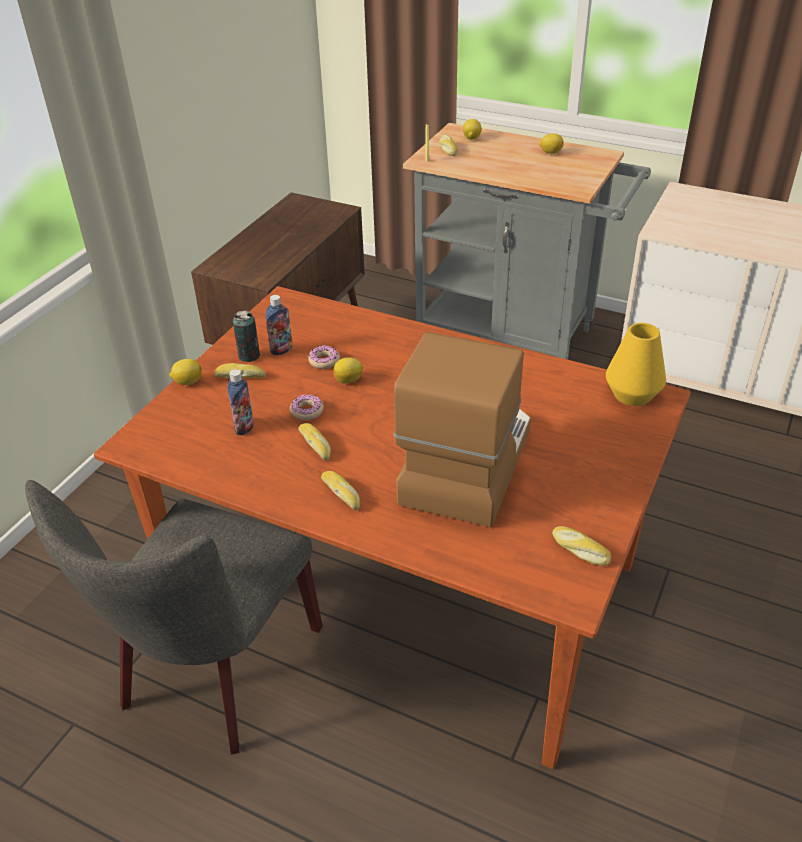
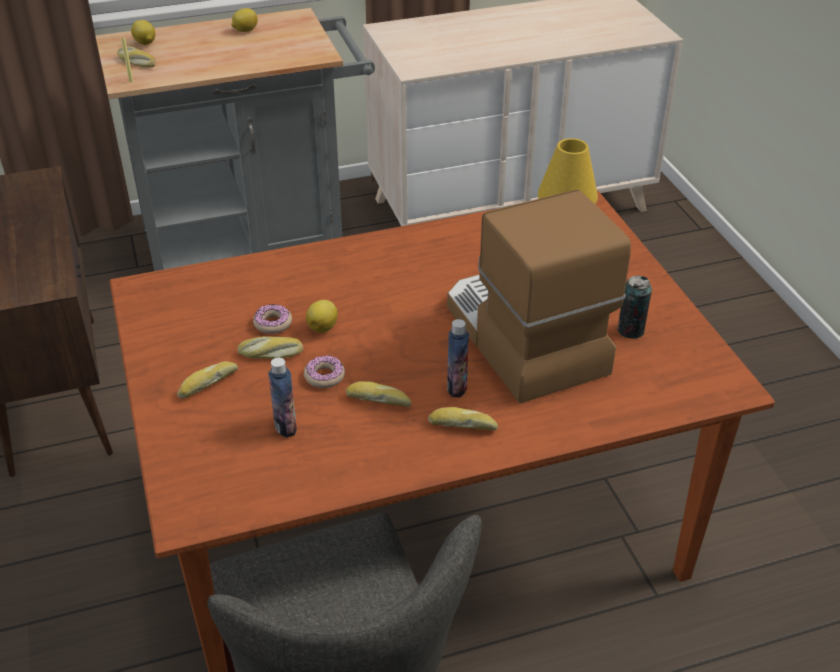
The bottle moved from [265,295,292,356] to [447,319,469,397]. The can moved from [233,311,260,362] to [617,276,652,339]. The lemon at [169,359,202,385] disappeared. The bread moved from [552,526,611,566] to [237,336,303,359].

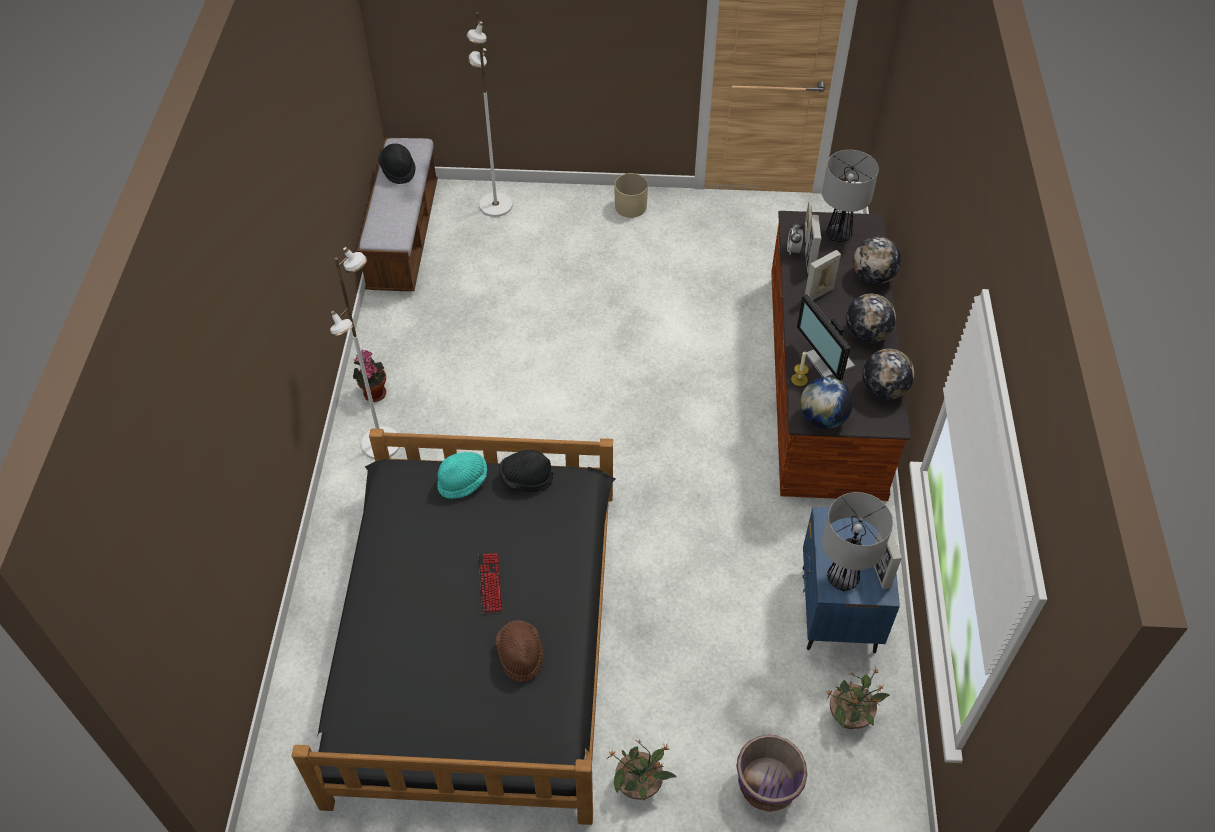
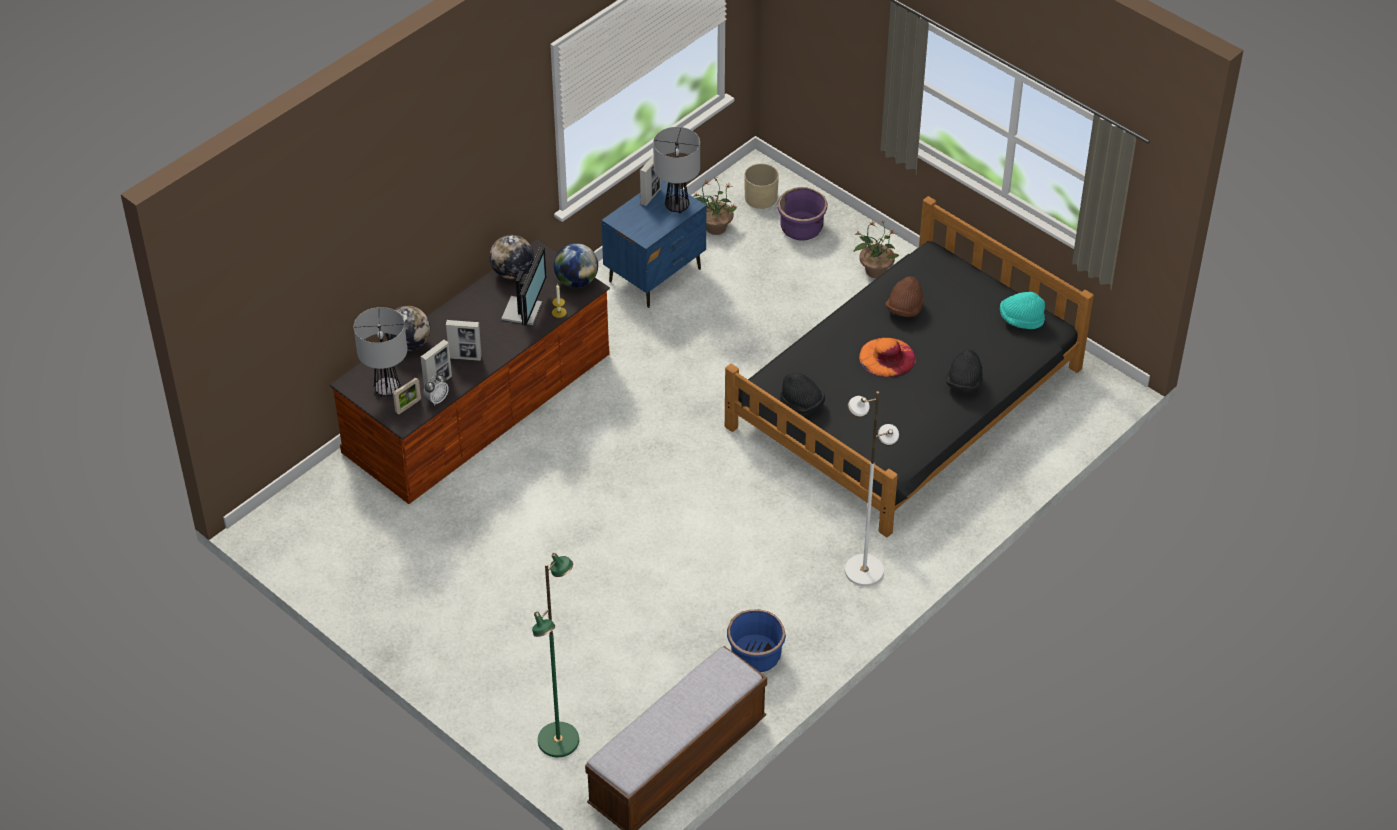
The white floor lamp at [466,12,513,217] became the green floor lamp at [532,552,579,757]. The black hat moved from [378,143,416,184] to [946,350,983,392]. The beige planter moved from [615,173,648,218] to [744,164,779,209]. The globe at [846,294,896,343] disappeared. The potted plant at [353,350,386,402] disappeared. The turquoise hat moved from [437,452,487,499] to [1000,292,1045,329]. The keyboard at [479,553,503,613] was replaced by the orange hat at [859,338,916,377]. The blue planter at [727,609,786,672] appeared.

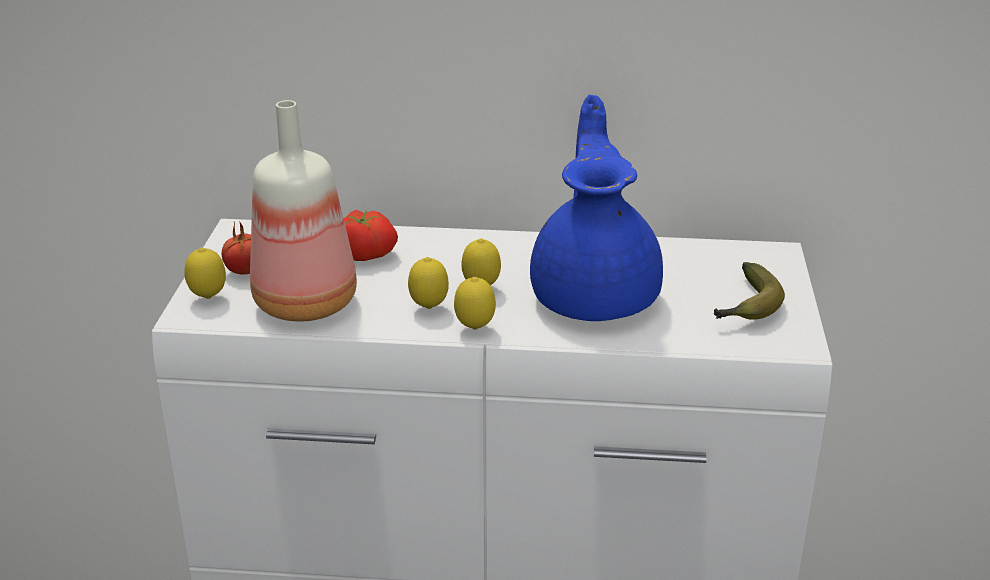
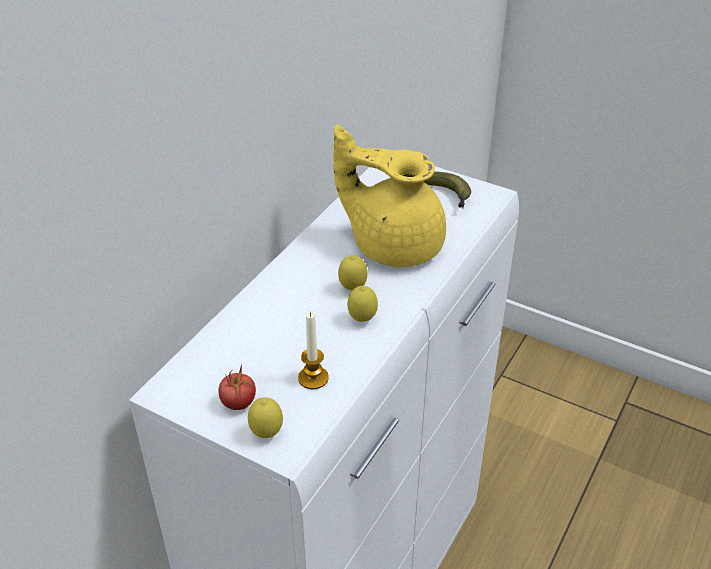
The blue teapot at [530,95,663,321] became the yellow teapot at [333,125,446,267]. The bottle at [250,100,357,321] was replaced by the candle at [298,311,329,389]. The tomato at [344,210,398,261] disappeared. The lemon at [454,277,496,330] disappeared.

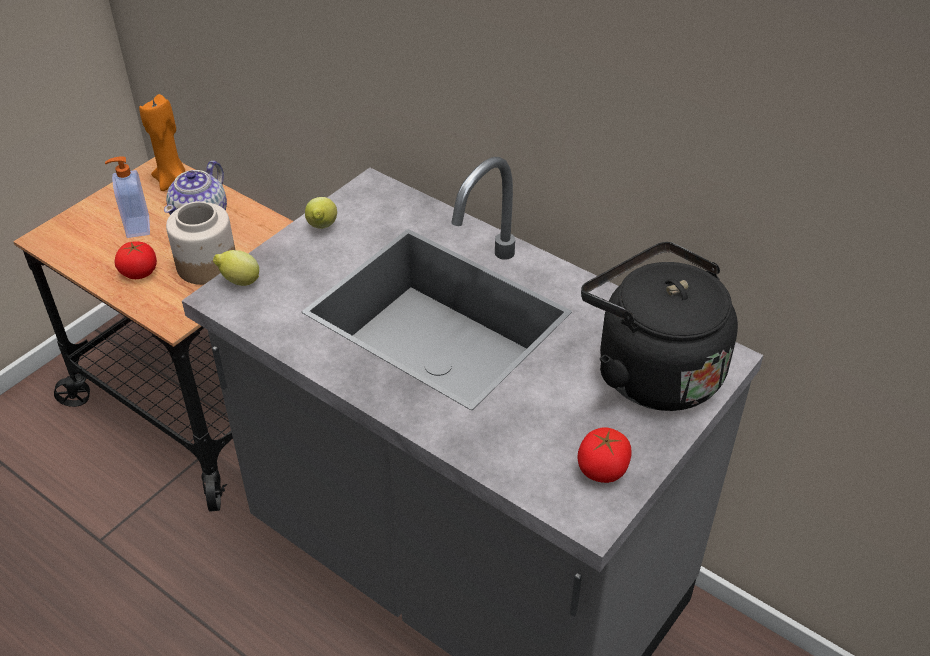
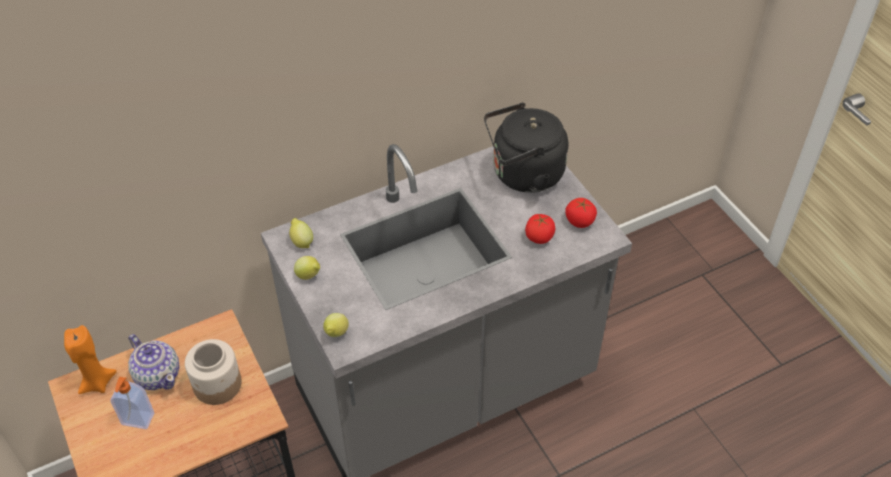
The tomato moved from [115,241,157,279] to [525,214,555,244]. The lemon at [289,218,313,248] appeared.

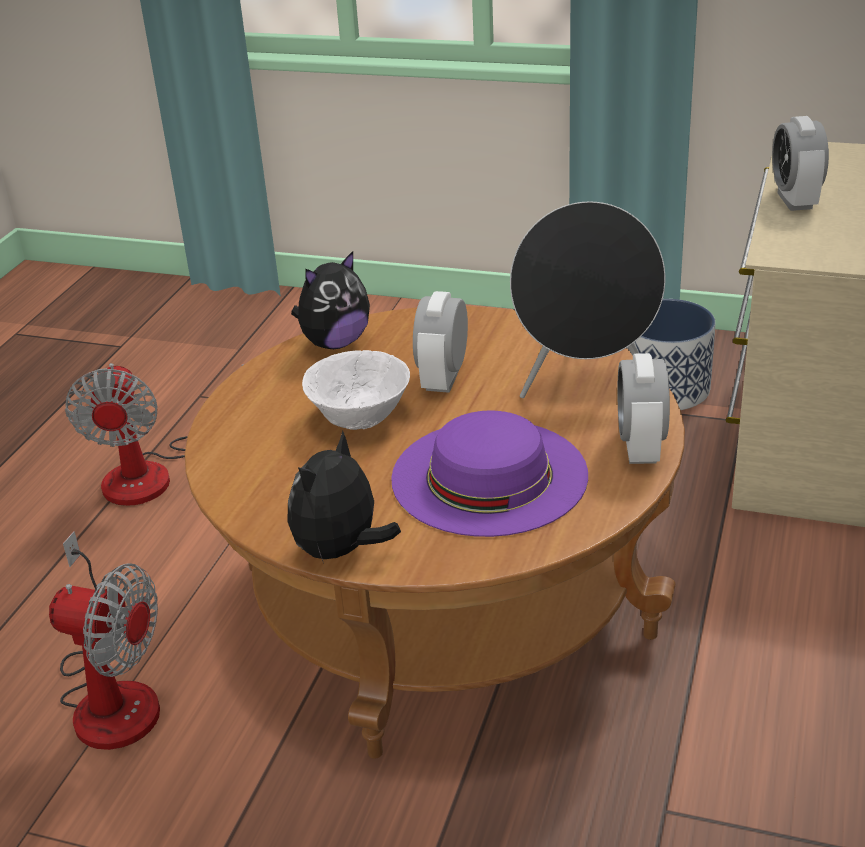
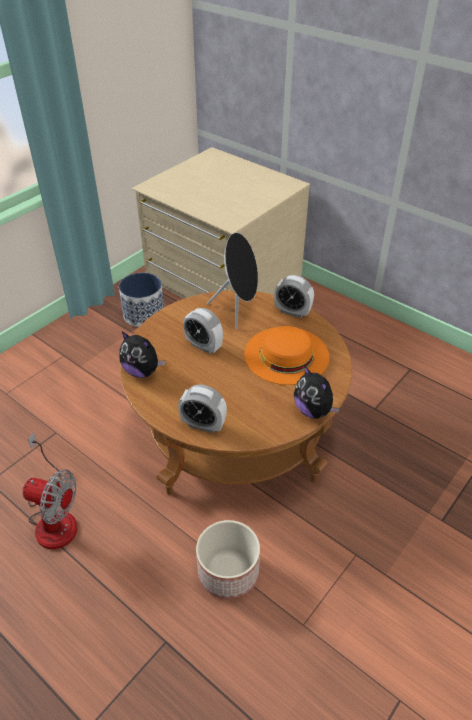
The alarm clock moved from [772,116,829,211] to [178,384,227,433]. The plush toy at [291,251,370,349] turned 135 degrees clockwise. The white bowl at [302,350,410,430] disappeared. The purple hat at [391,411,588,537] became the orange hat at [244,326,329,385]. The fan at [49,531,160,750] was replaced by the planter at [196,520,260,599].

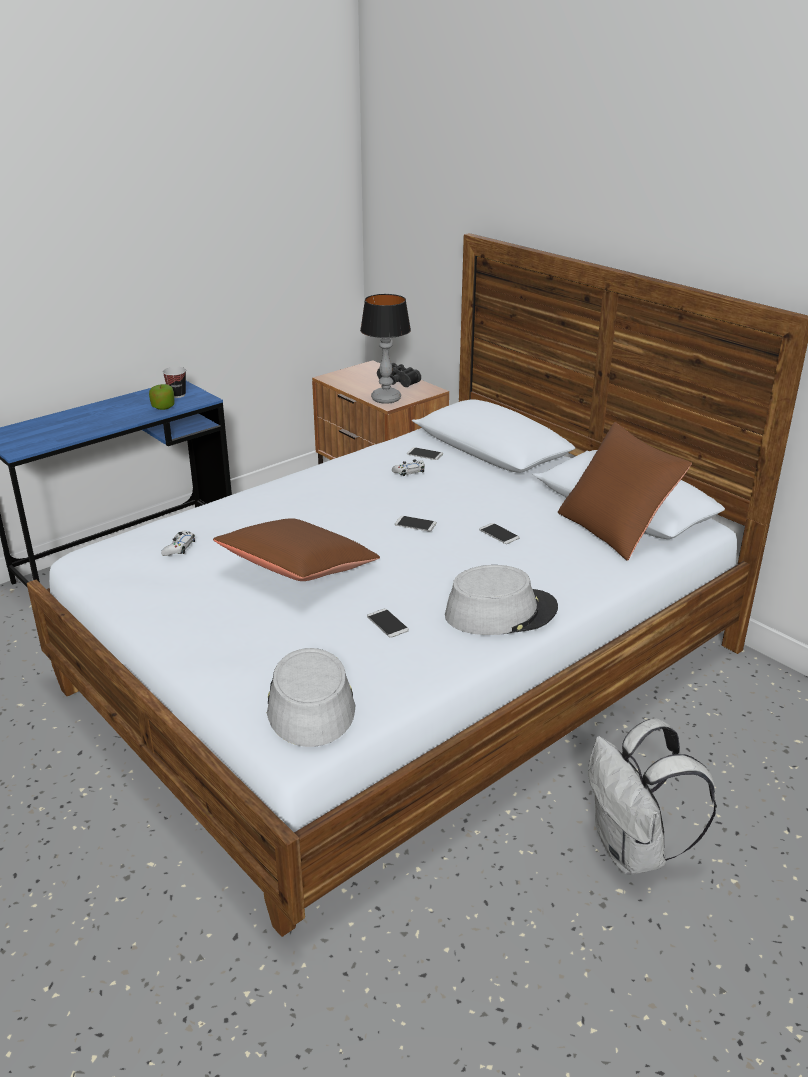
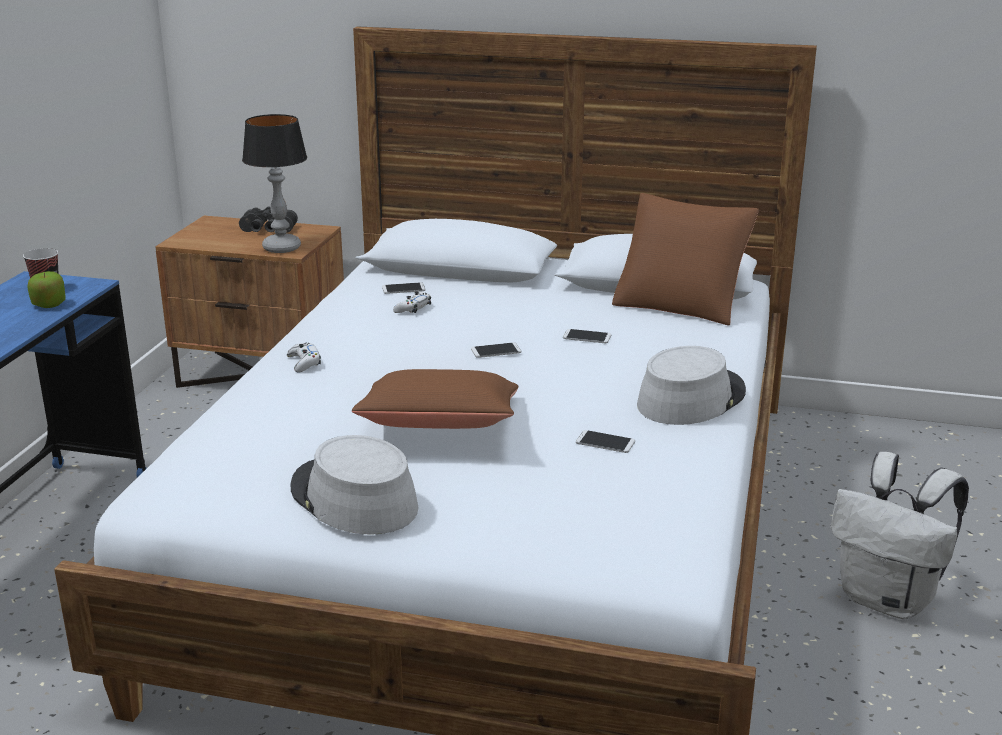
The white game controller moved from [161,531,195,556] to [287,343,321,372]. The grey hat moved from [267,648,356,747] to [291,435,419,535].

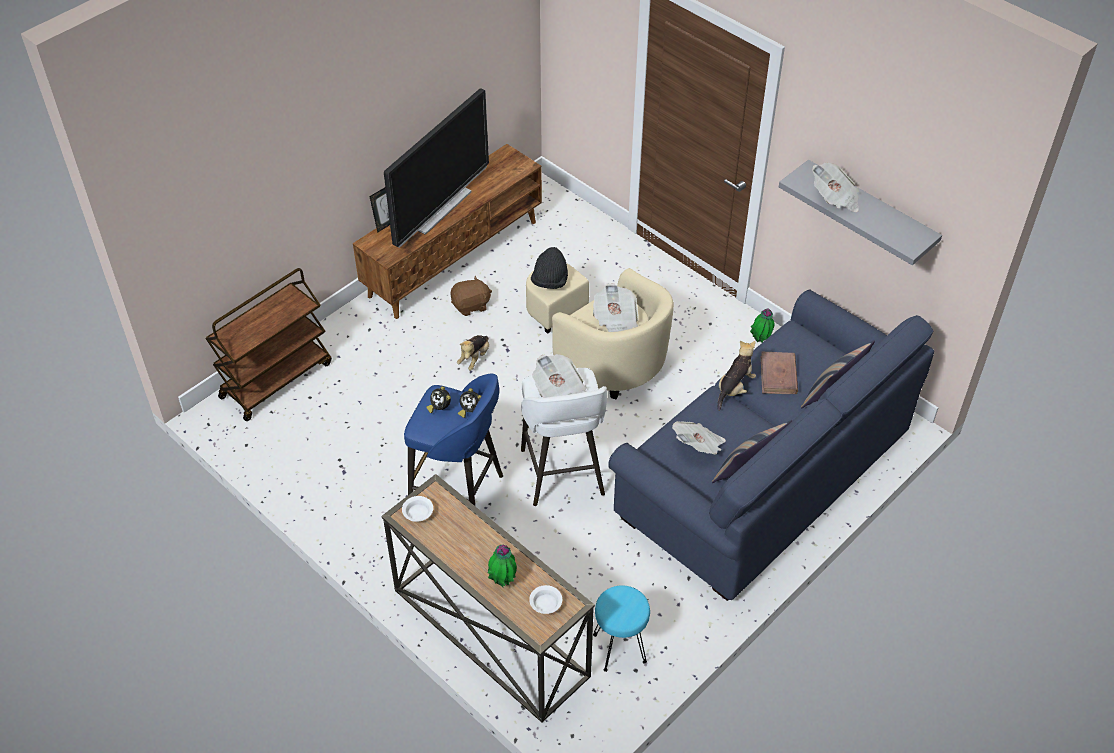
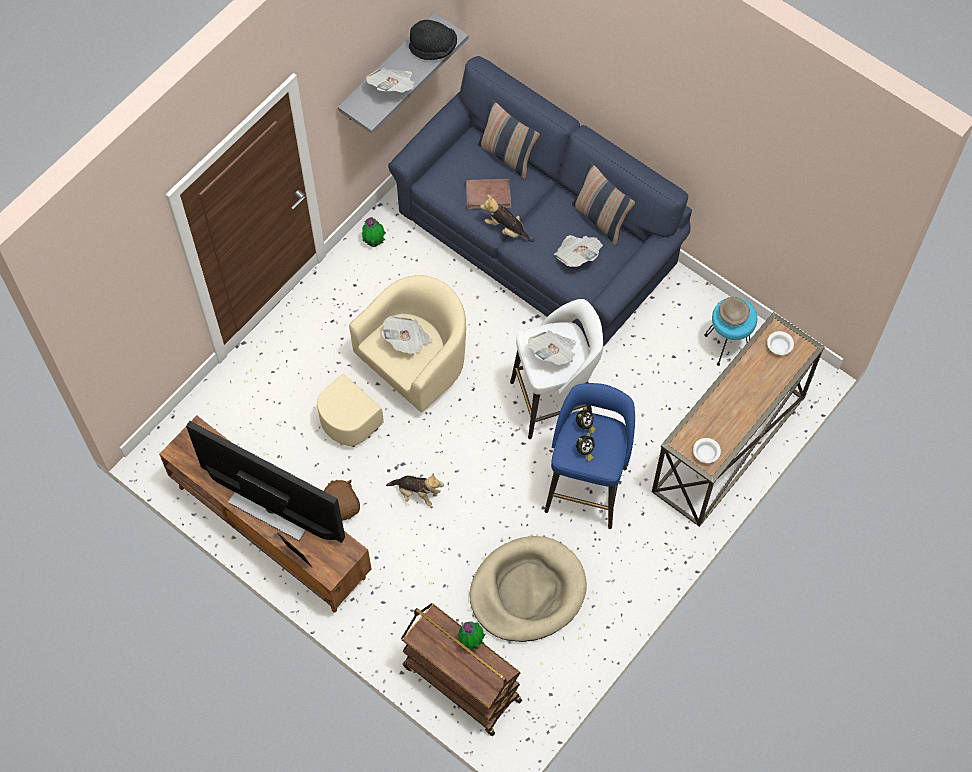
The black hat moved from [531,247,568,289] to [409,20,457,60]. The potted plant moved from [488,545,517,588] to [458,621,486,650]. The beige bowl at [719,297,750,326] appeared. The beige dog bed at [470,536,587,642] appeared.

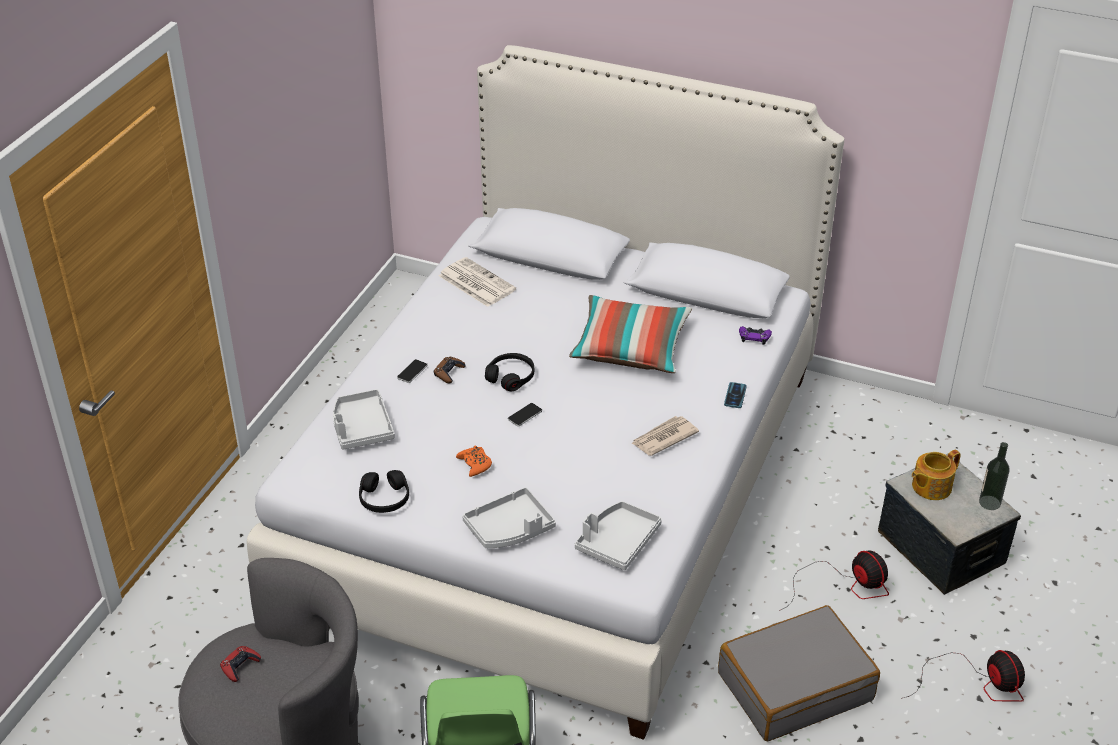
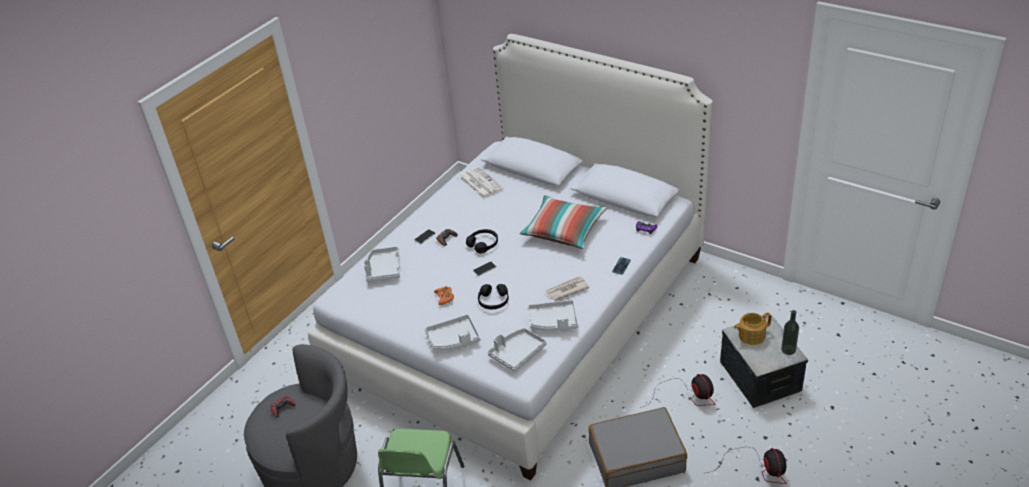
The black headphones moved from [359,470,409,513] to [478,284,509,309]. The grey tray at [528,300,578,331] appeared.

